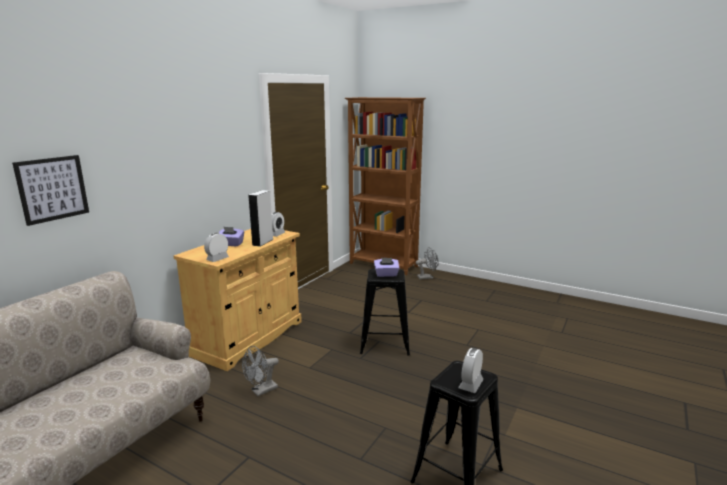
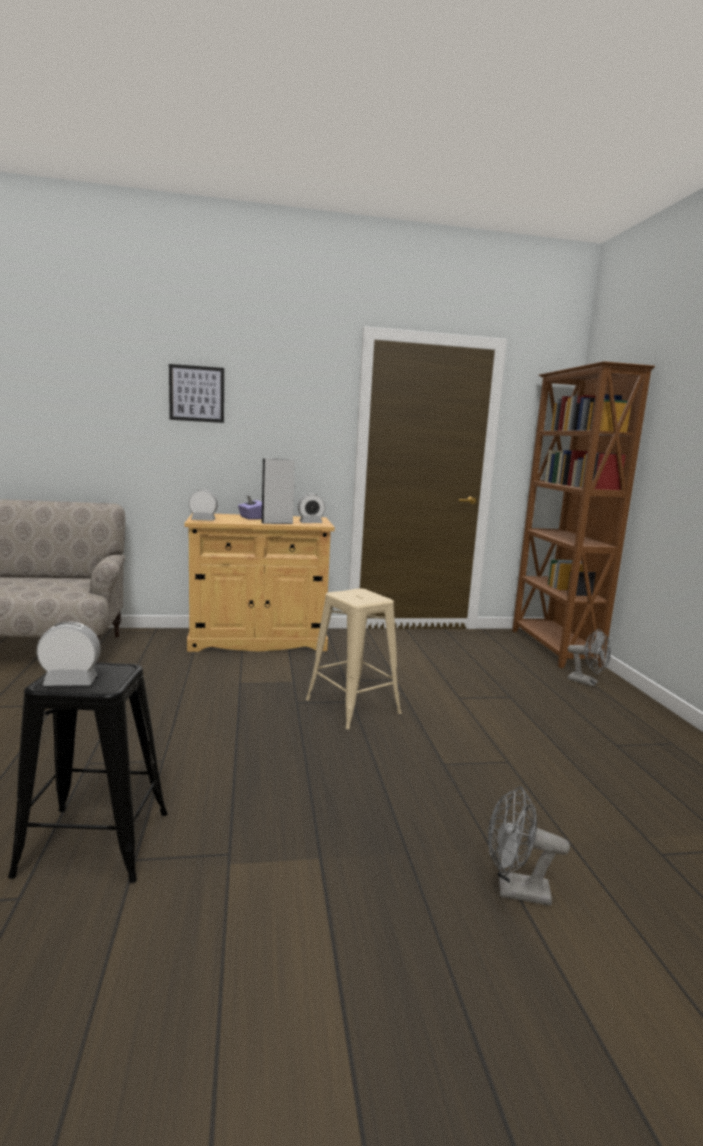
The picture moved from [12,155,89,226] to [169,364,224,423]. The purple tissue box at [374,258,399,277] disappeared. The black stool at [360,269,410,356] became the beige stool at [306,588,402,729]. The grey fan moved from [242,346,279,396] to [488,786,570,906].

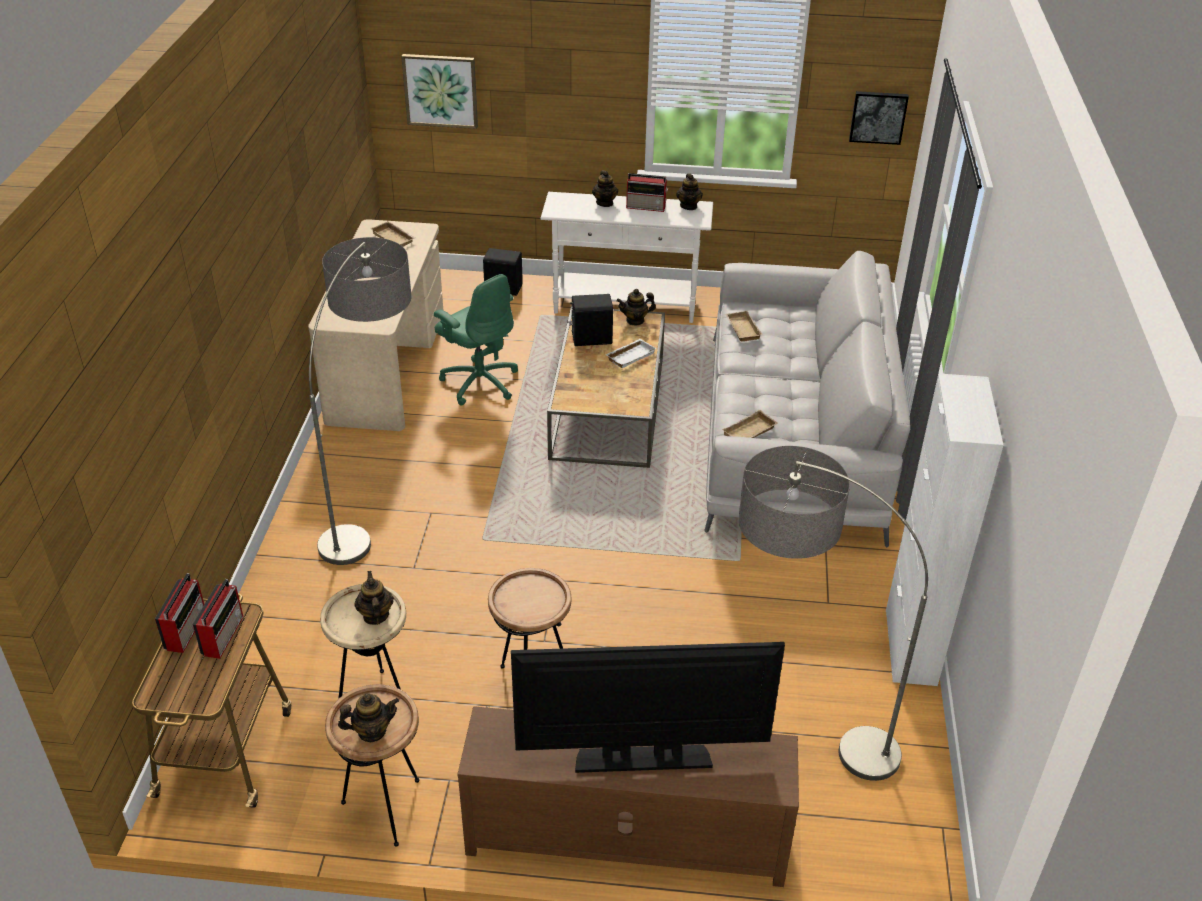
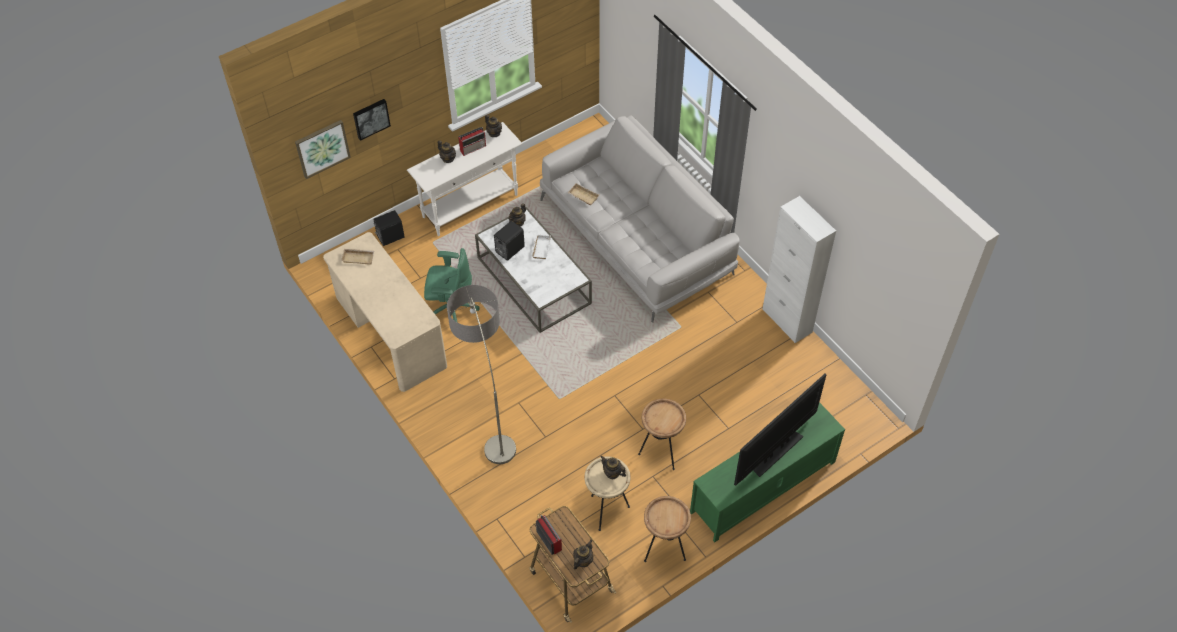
The picture moved from [849,91,909,145] to [353,99,391,141]. The brown coffee table at [547,306,665,468] became the white coffee table at [475,207,592,333]. The beige tray at [722,409,777,438] disappeared. The floor lamp at [739,446,928,781] disappeared. The radio at [193,579,243,659] disappeared. The teapot moved from [338,693,399,742] to [573,540,593,570]. The brown tv stand at [457,706,799,887] became the green tv stand at [690,402,845,542].

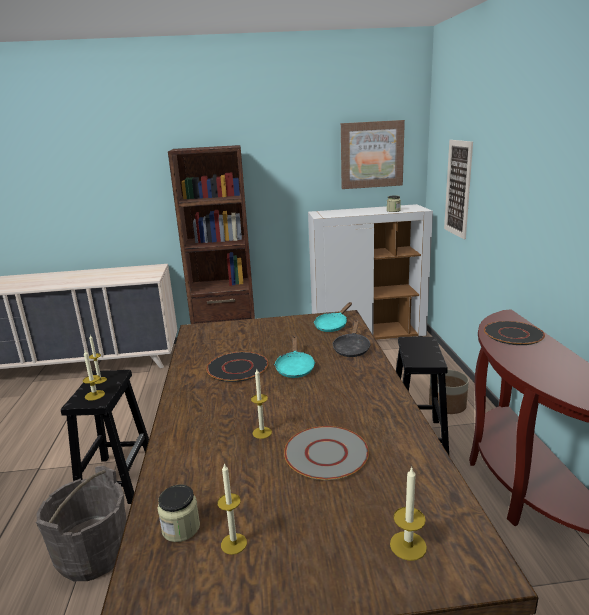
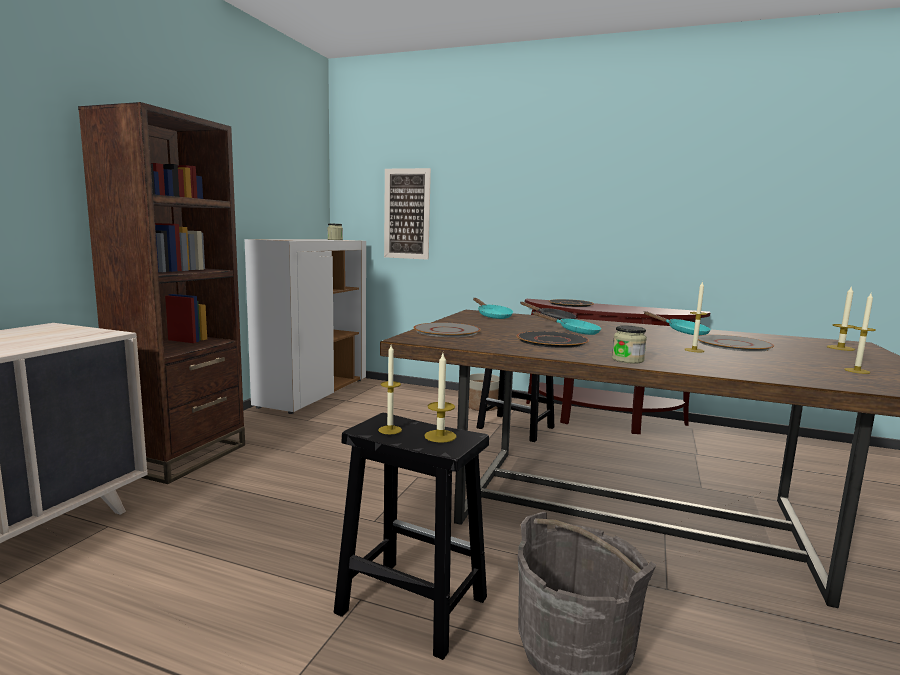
The picture at [341,120,405,189] disappeared. The jar moved from [157,484,200,542] to [612,326,647,364]. The turquoise frying pan at [644,311,711,336] appeared. The grey plate at [413,323,481,337] appeared.

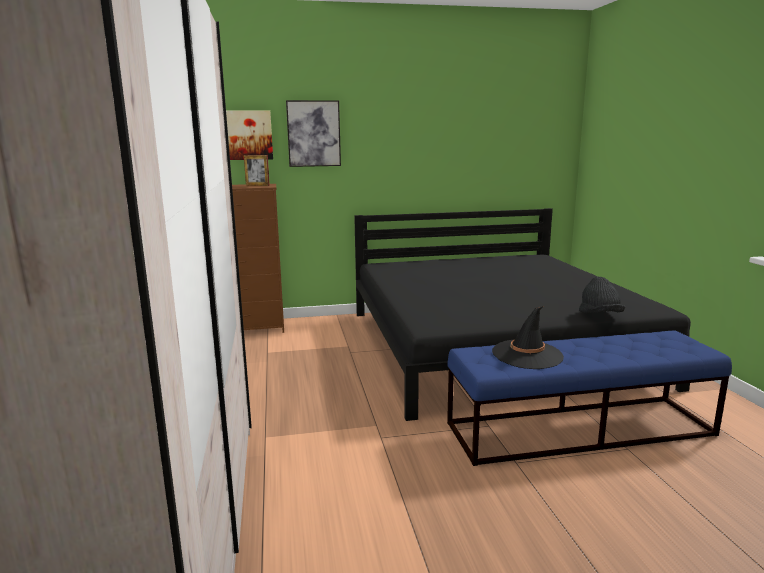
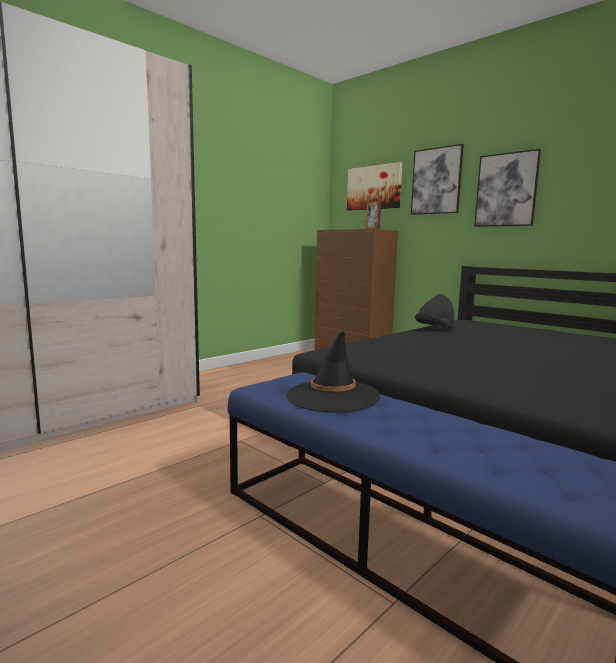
The black hat moved from [579,277,625,313] to [415,294,455,328]. The picture at [474,149,541,227] appeared.

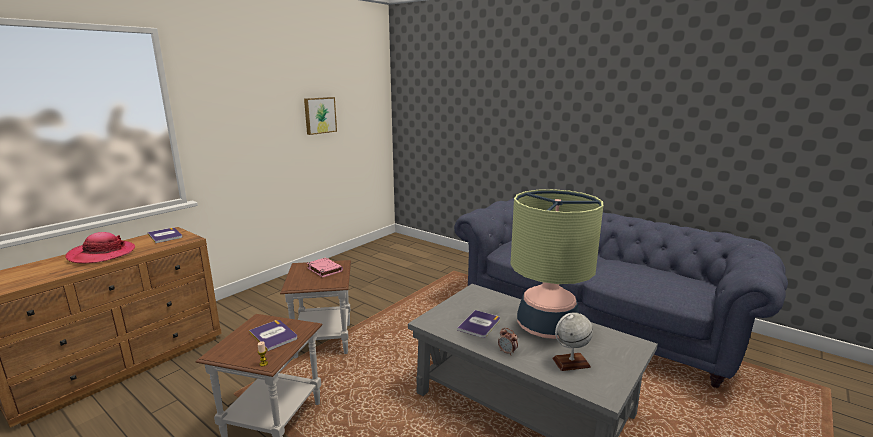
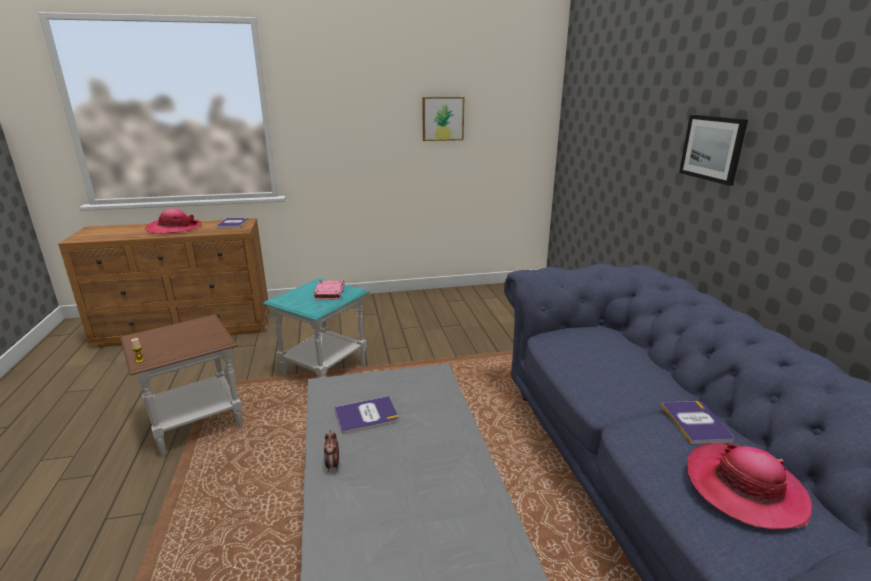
The table lamp at [511,189,603,339] disappeared. The brown side table at [280,260,351,358] became the turquoise side table at [263,278,369,378]. The globe at [552,312,593,371] disappeared. The book moved from [249,320,297,351] to [661,401,734,444]. The picture at [679,115,748,186] appeared. The hat at [687,443,812,529] appeared.

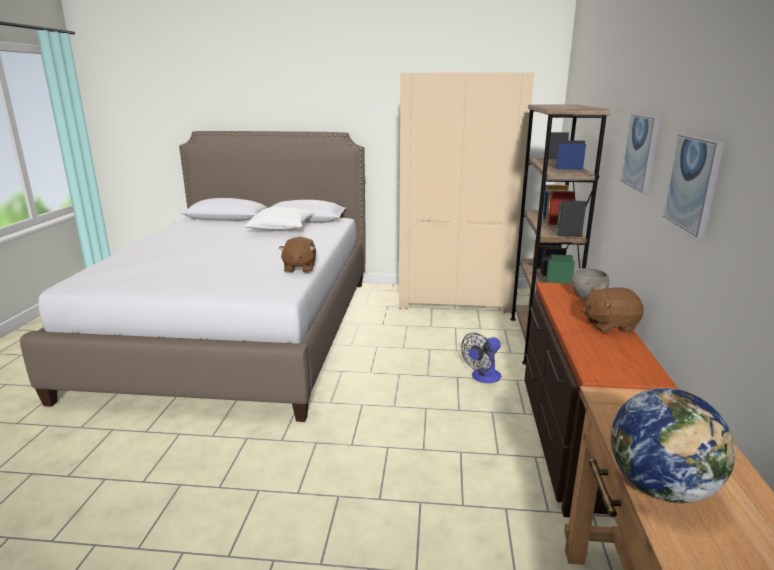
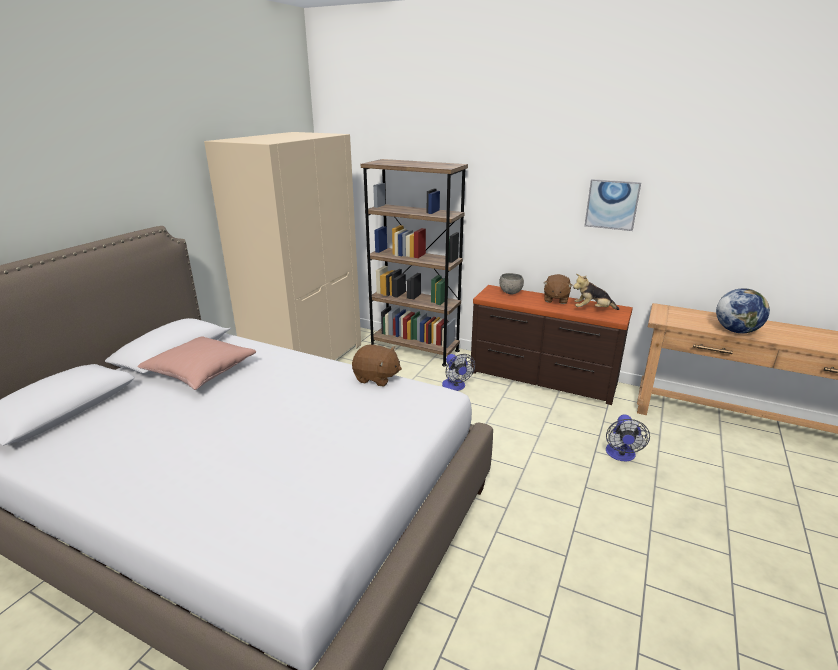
The picture at [621,114,660,193] disappeared. The white pillow at [244,207,314,231] became the pink pillow at [137,336,256,390]. The plush toy at [573,274,619,310] appeared. The fan at [606,415,650,461] appeared.

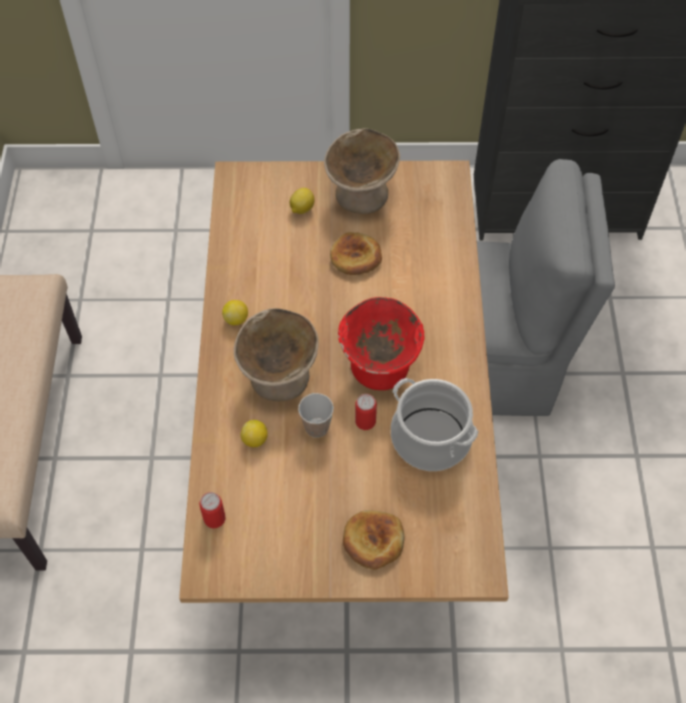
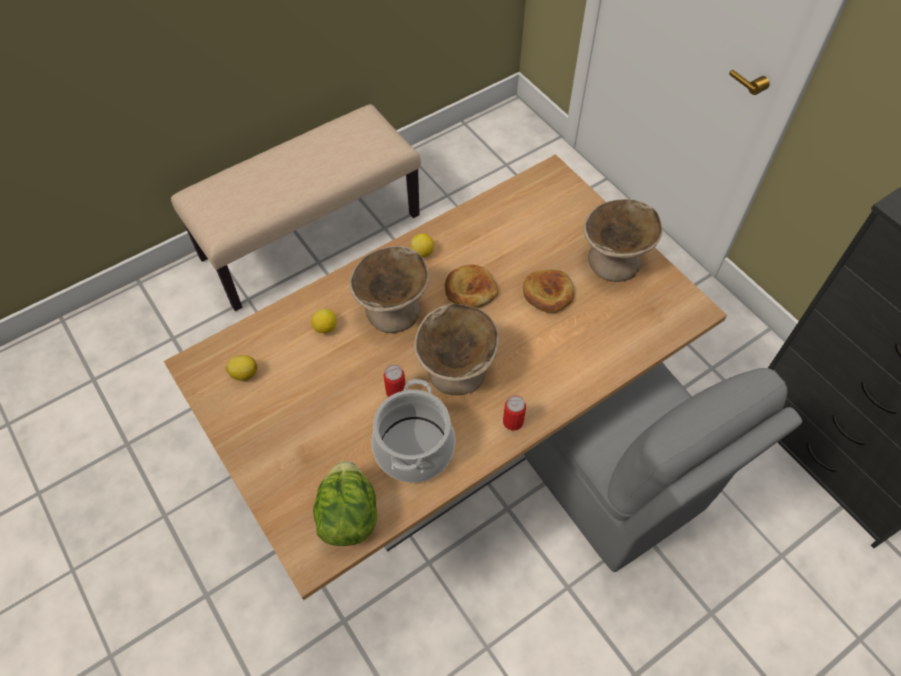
The lemon moved from [290,188,314,214] to [225,355,257,381]. The red bowl at [338,297,424,390] became the beige bowl at [414,304,499,395]. The cup at [298,393,334,438] disappeared. The can moved from [199,492,226,529] to [503,395,526,431]. The bread moved from [343,510,405,570] to [445,264,498,308]. The lettuce at [313,461,377,546] appeared.

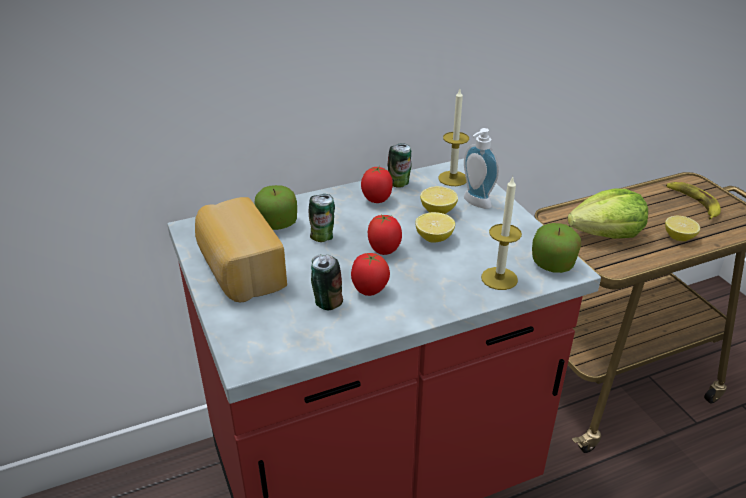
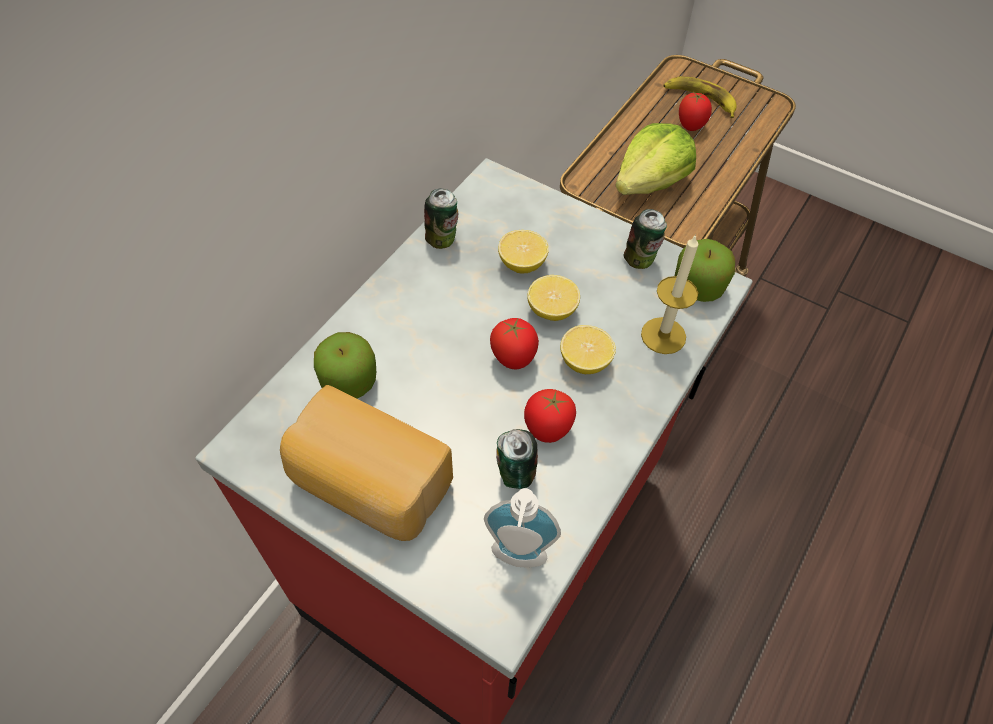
The candle at [438,89,469,186] disappeared. The soap dispenser moved from [464,128,499,209] to [484,488,561,568]. The tomato moved from [361,166,393,203] to [679,93,712,131]. The can moved from [309,194,335,242] to [624,209,667,269]. The lemon moved from [665,216,700,241] to [560,325,616,374].

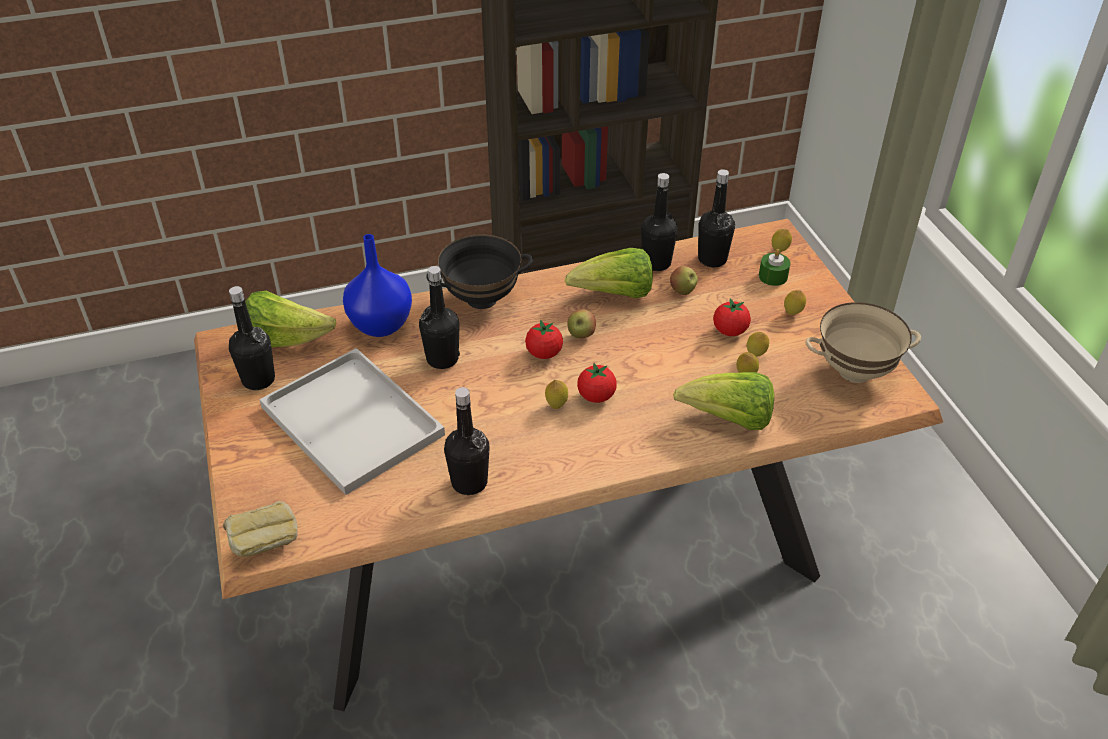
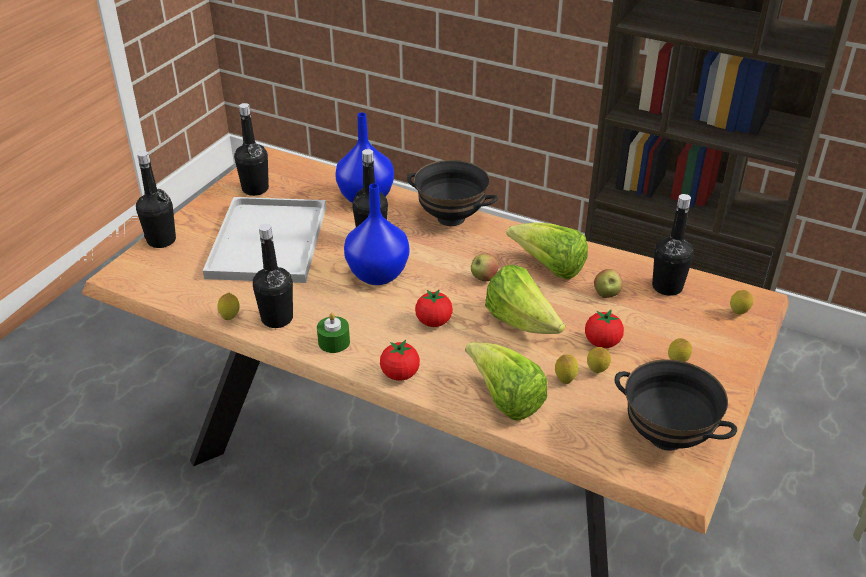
The black bottle moved from [641,173,678,271] to [136,151,176,248]. The green candle moved from [759,249,790,286] to [317,313,350,353]. The lettuce moved from [245,291,336,348] to [485,264,565,334]. The beige bowl at [805,302,921,383] became the black bowl at [615,359,737,451]. The tomato moved from [525,320,563,359] to [380,340,420,381]. The lemon moved from [545,380,568,409] to [218,293,240,320]. The bread at [223,501,298,557] disappeared. The blue vase at [344,184,409,285] appeared.

